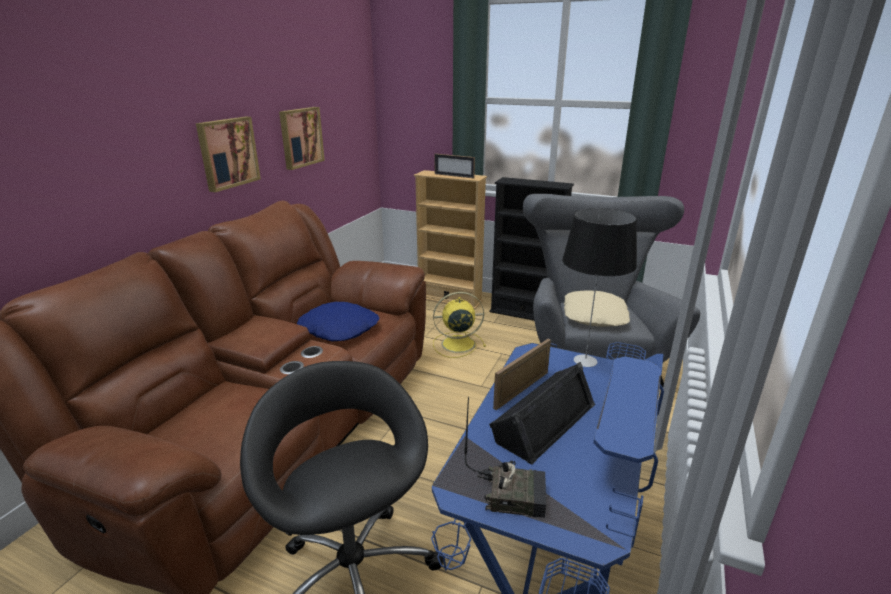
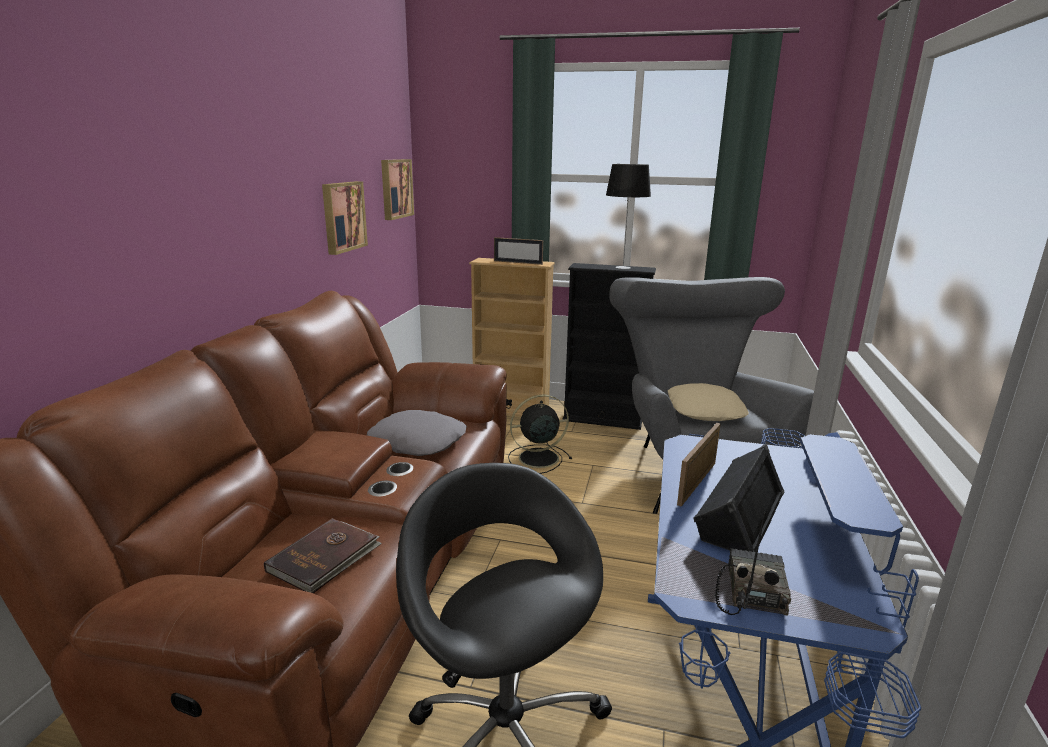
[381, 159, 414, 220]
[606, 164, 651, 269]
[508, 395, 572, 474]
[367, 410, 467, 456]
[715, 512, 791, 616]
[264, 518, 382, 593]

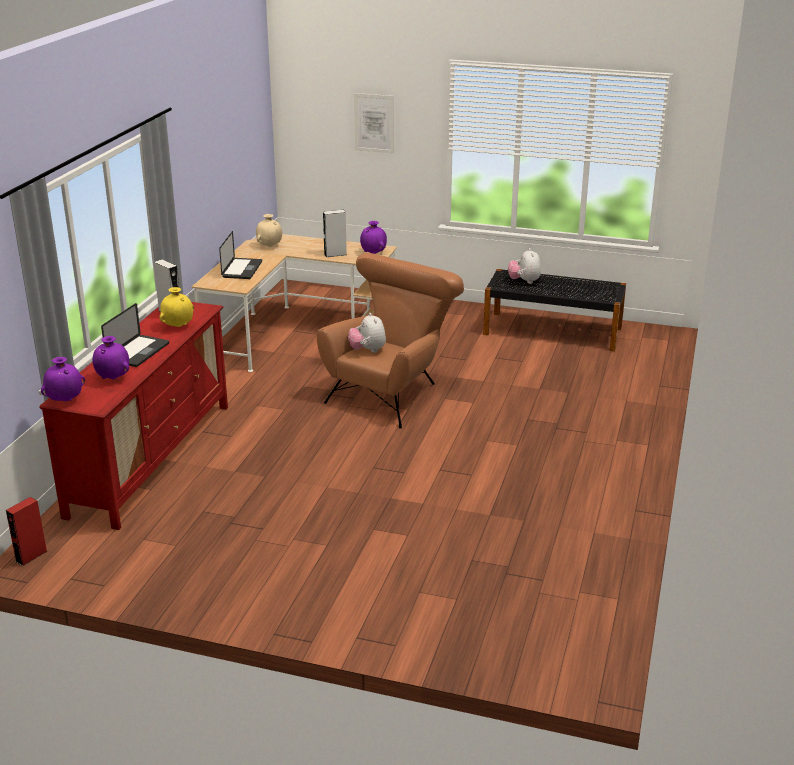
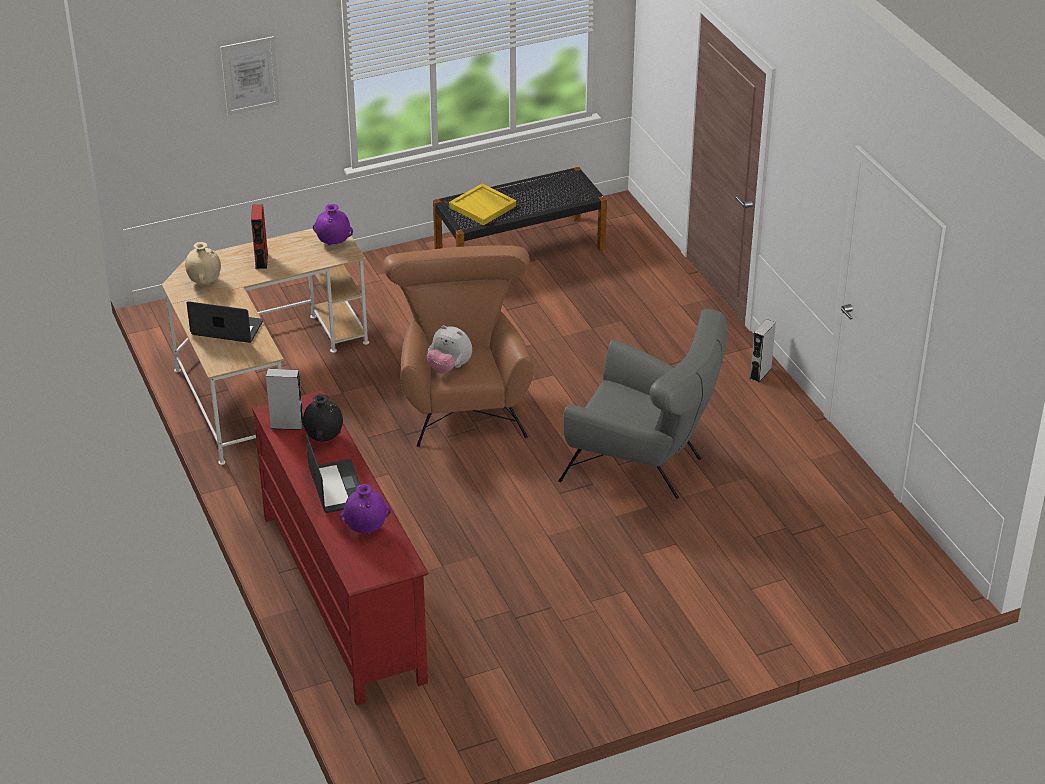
[749, 319, 776, 382]
[187, 301, 263, 343]
[449, 184, 516, 225]
[303, 394, 343, 441]
[41, 357, 85, 401] (first image)
[251, 205, 268, 269]
[558, 309, 727, 498]

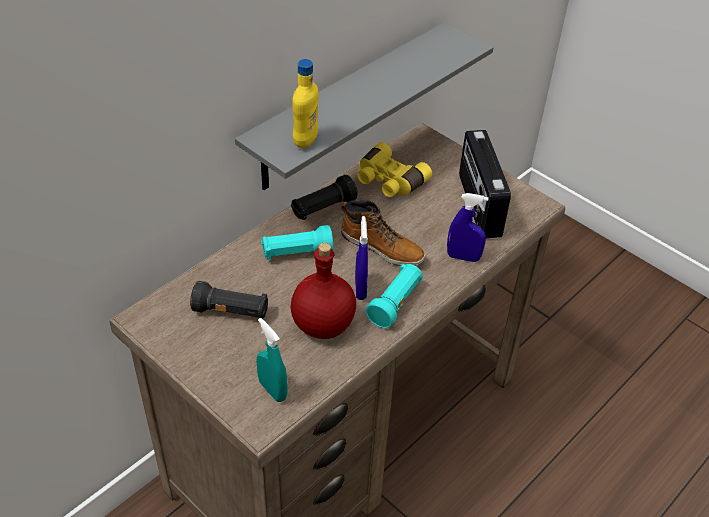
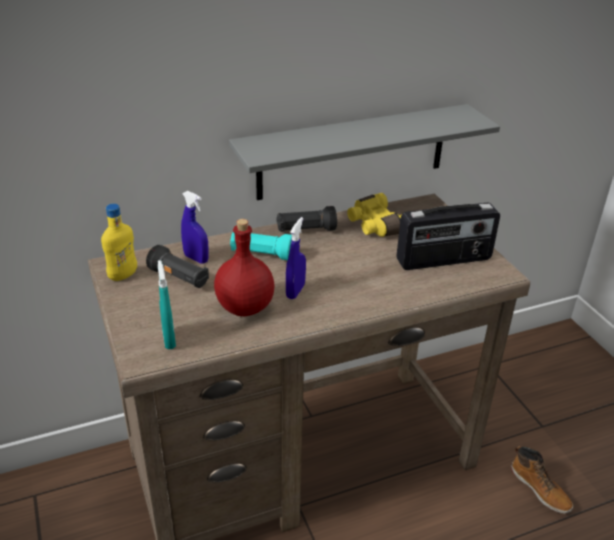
[101, 204, 137, 281]
[396, 203, 500, 270]
[181, 191, 209, 264]
[511, 446, 573, 514]
[366, 264, 423, 328] (first image)

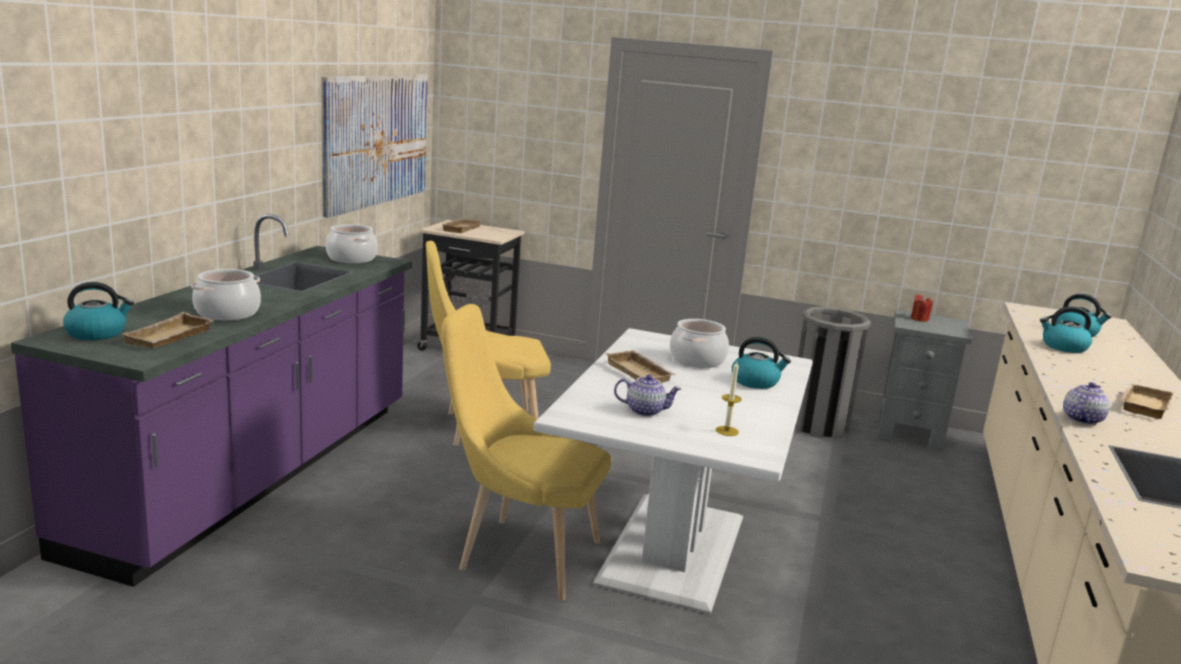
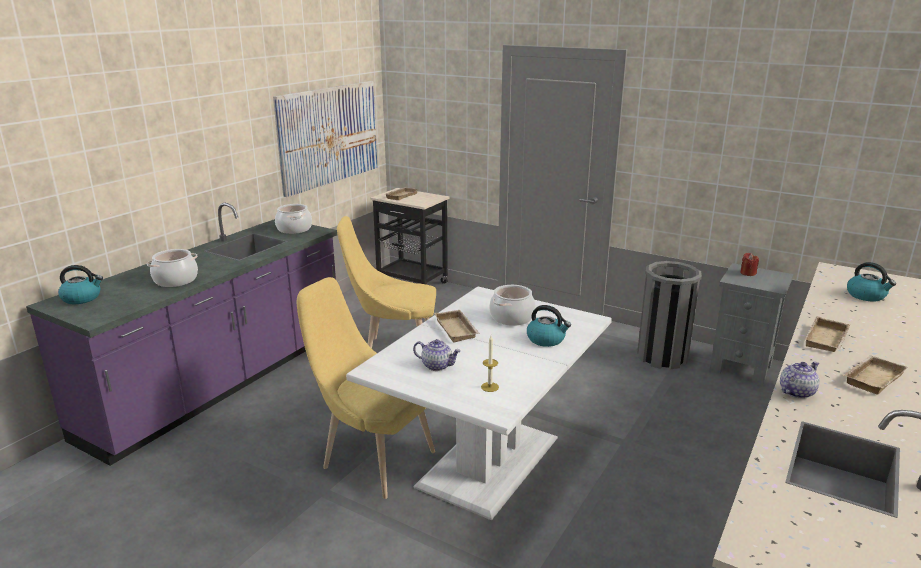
[1040, 306, 1092, 353] (first image)
[804, 316, 850, 352]

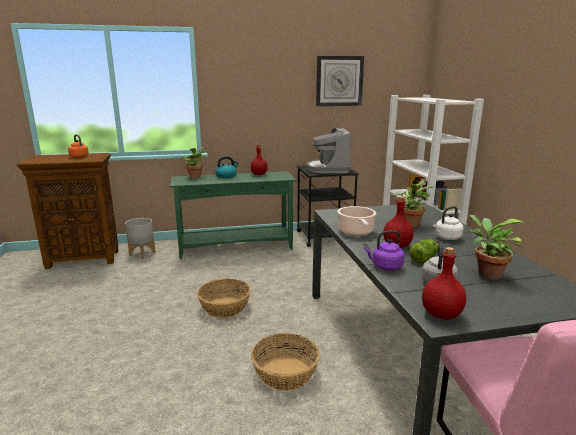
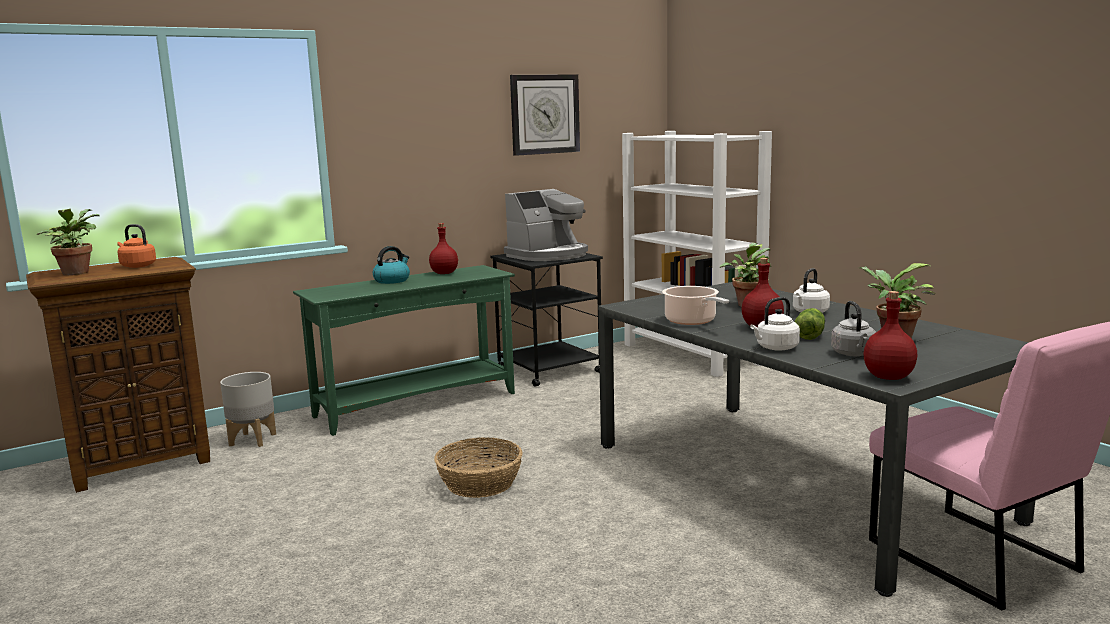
[504, 189, 588, 261]
[36, 209, 99, 275]
[750, 297, 800, 351]
[251, 333, 320, 391] (first image)

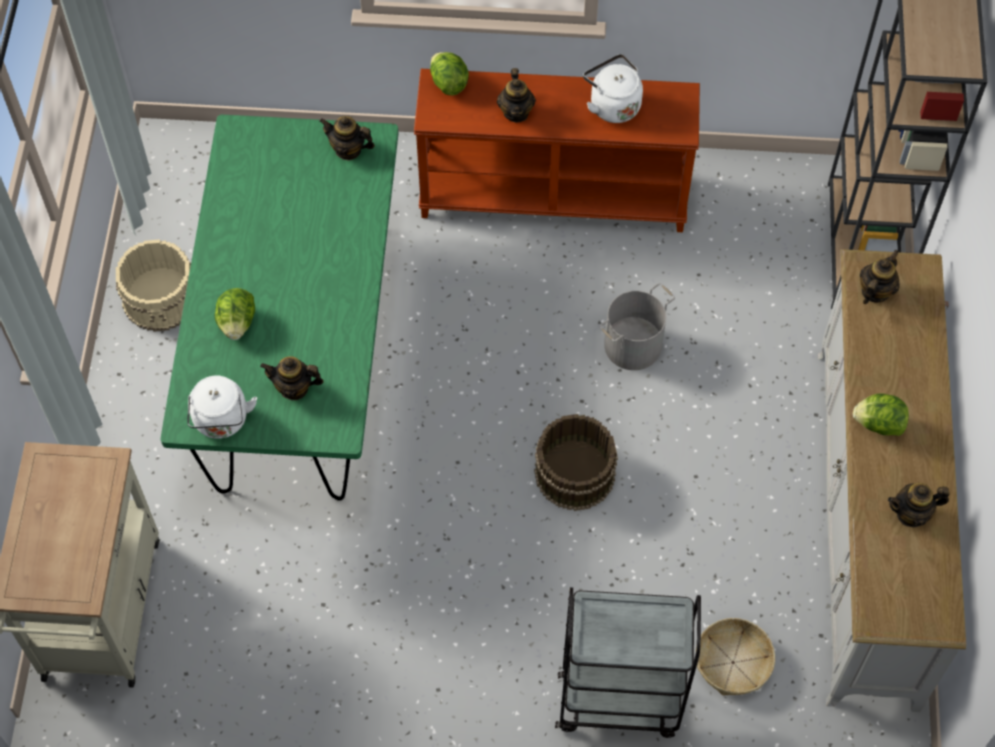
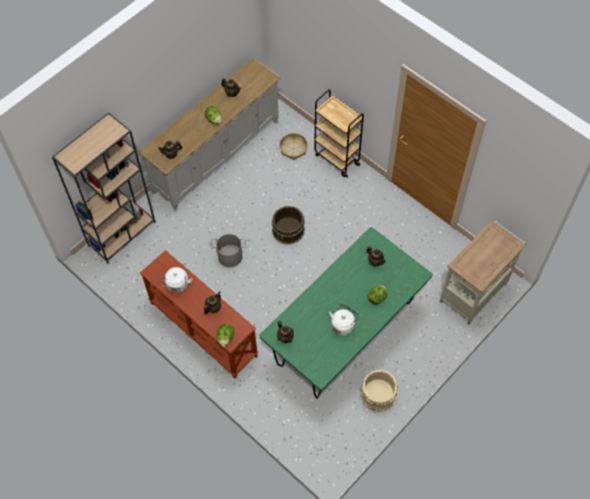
[329, 304, 359, 336]
[314, 90, 364, 177]

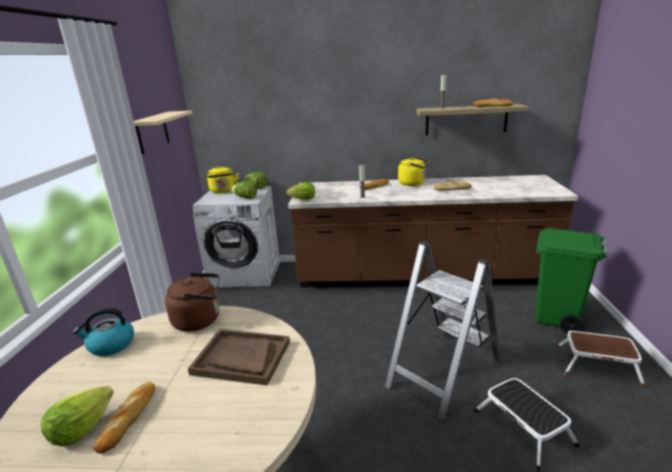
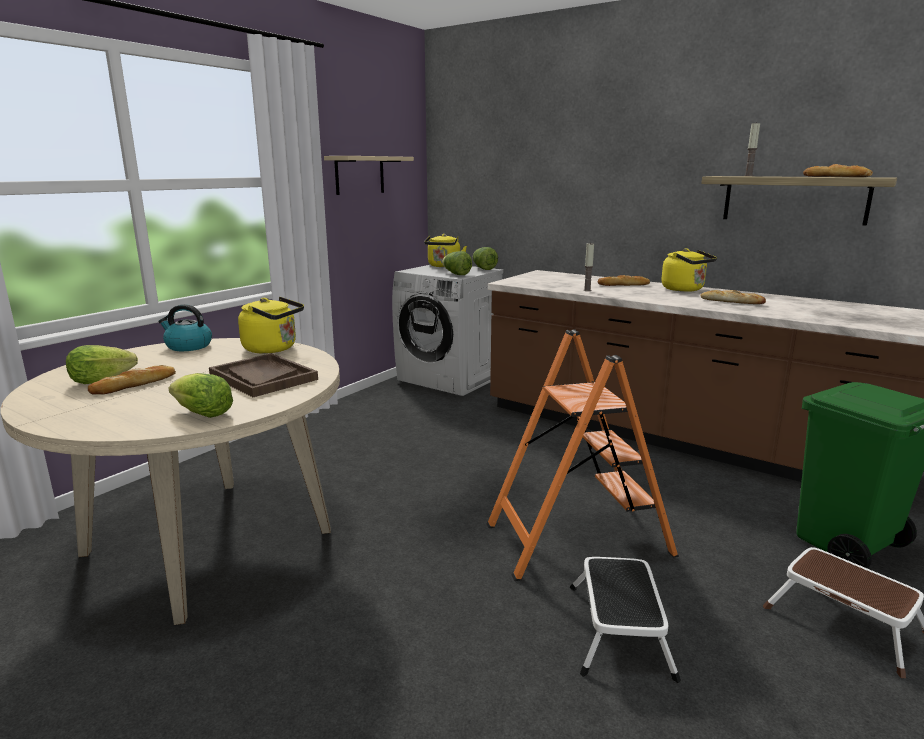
[168, 373, 233, 418]
[486, 329, 679, 581]
[238, 297, 304, 354]

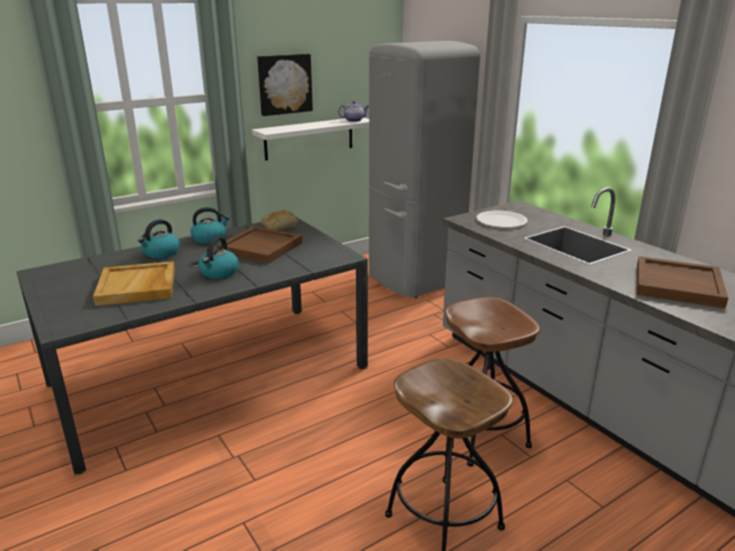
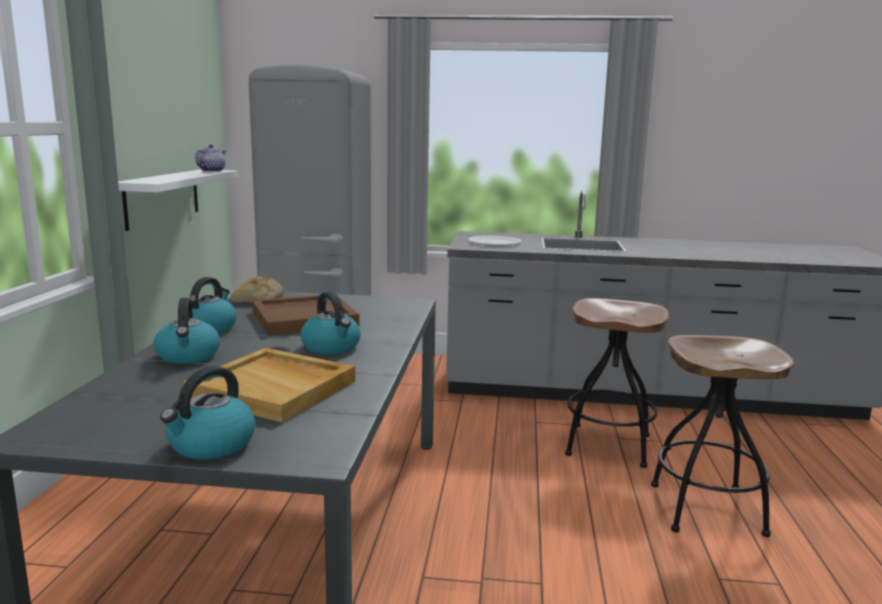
[257, 54, 313, 116] (first image)
[637, 256, 728, 308] (first image)
[160, 366, 256, 460]

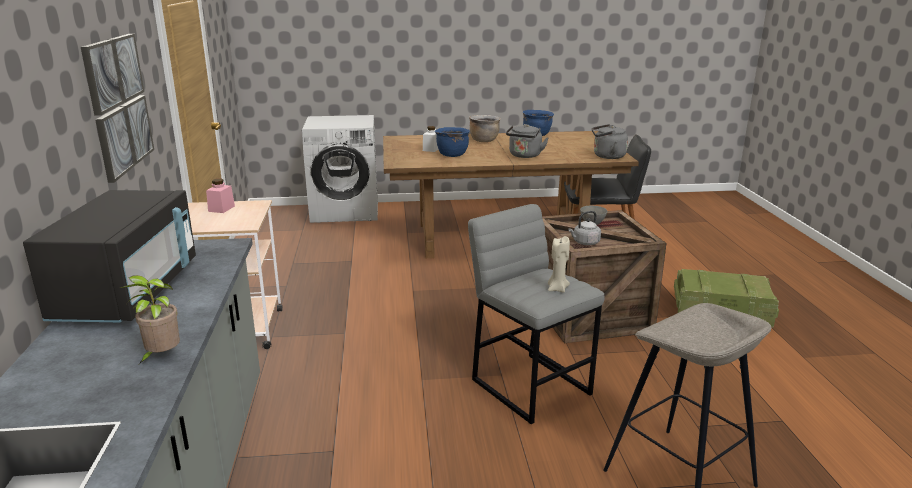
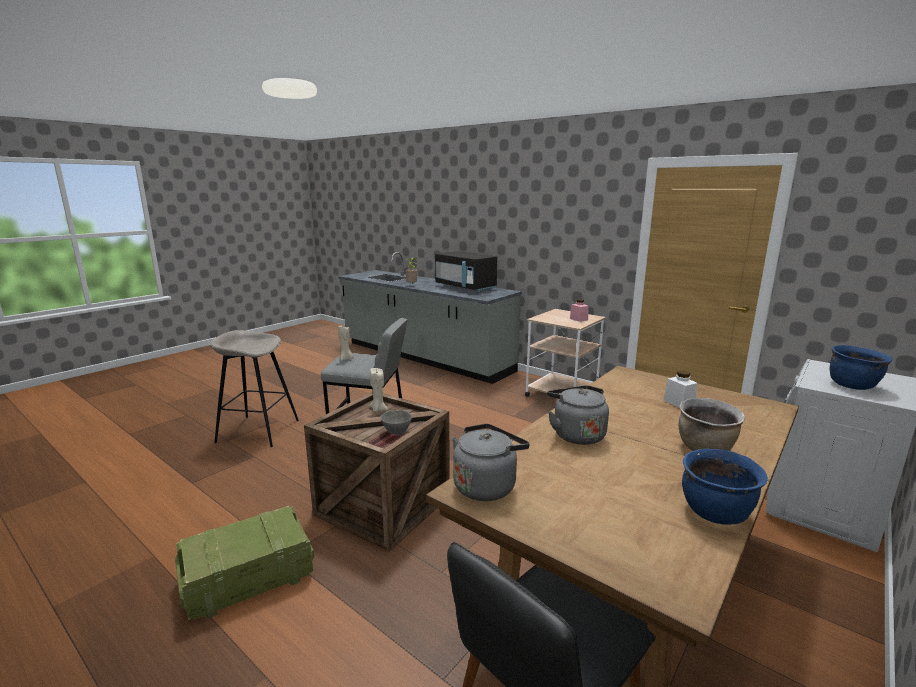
[81, 34, 154, 183] (first image)
[829, 345, 892, 390]
[370, 368, 388, 412]

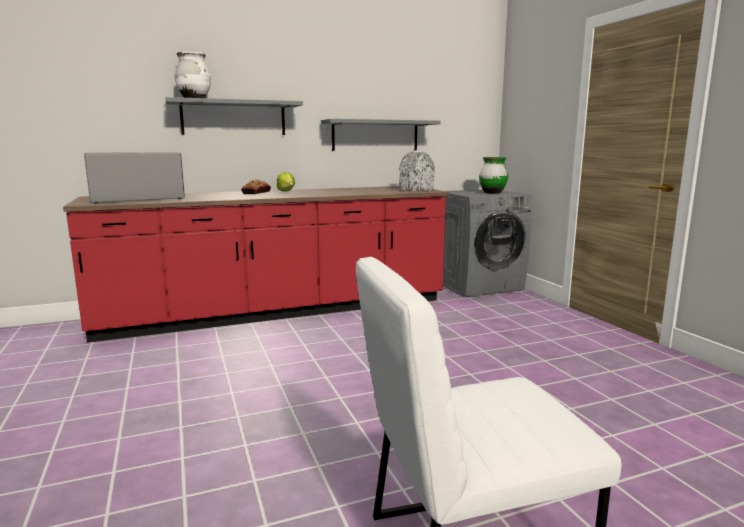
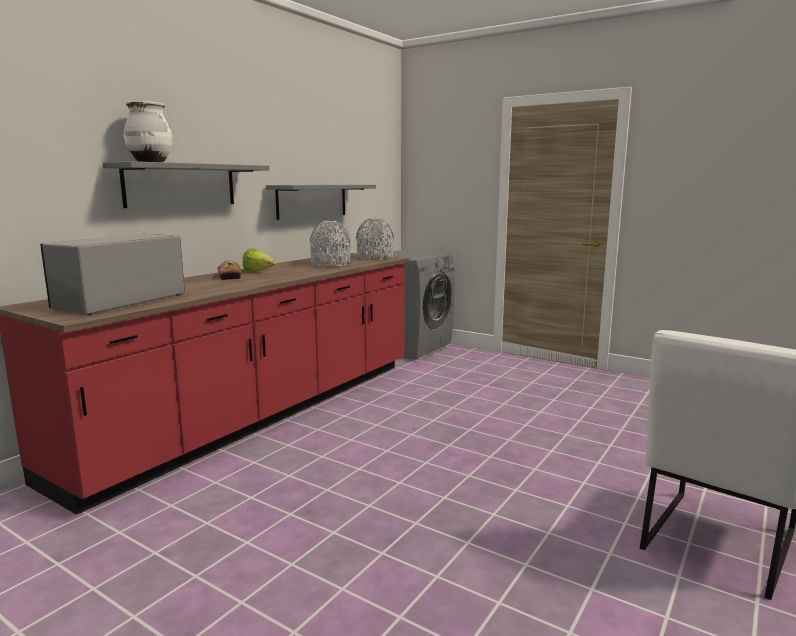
[479, 157, 508, 194] (first image)
[310, 221, 351, 267]

